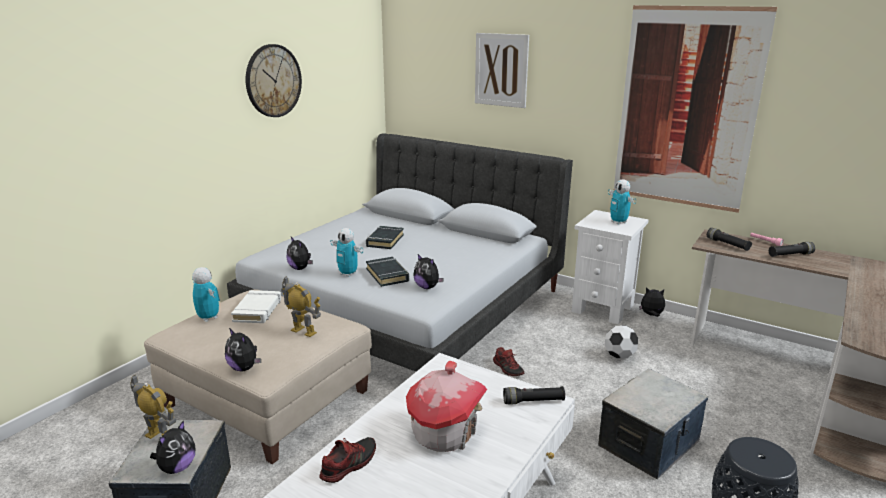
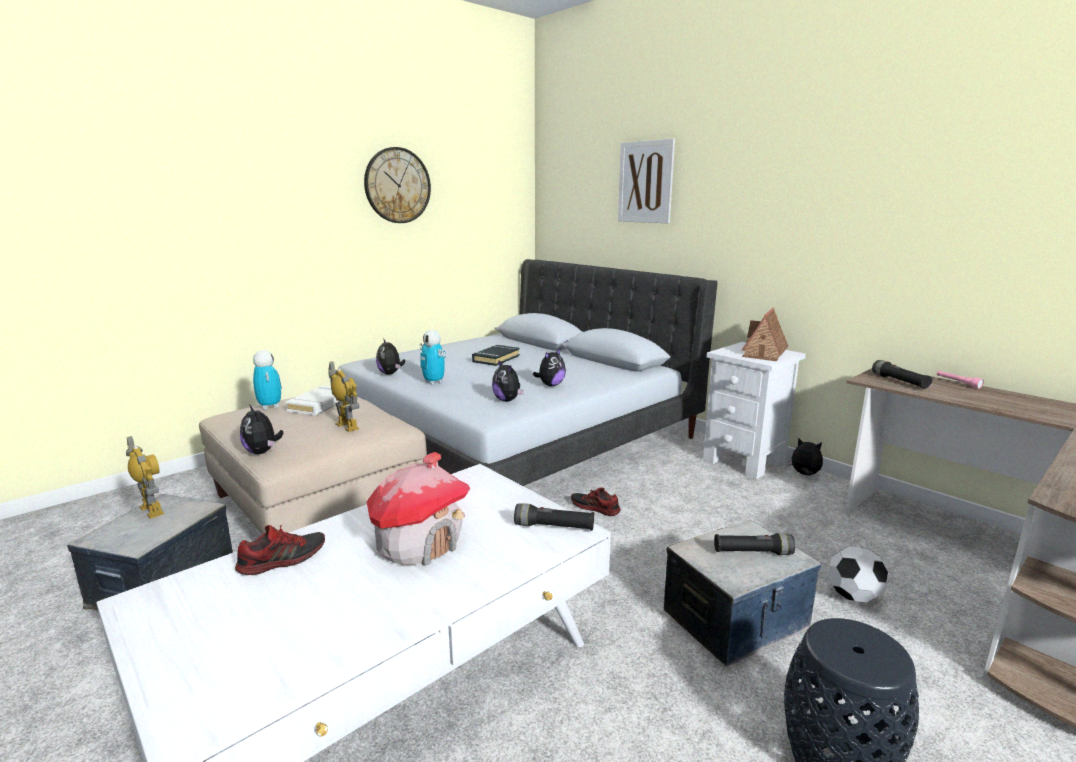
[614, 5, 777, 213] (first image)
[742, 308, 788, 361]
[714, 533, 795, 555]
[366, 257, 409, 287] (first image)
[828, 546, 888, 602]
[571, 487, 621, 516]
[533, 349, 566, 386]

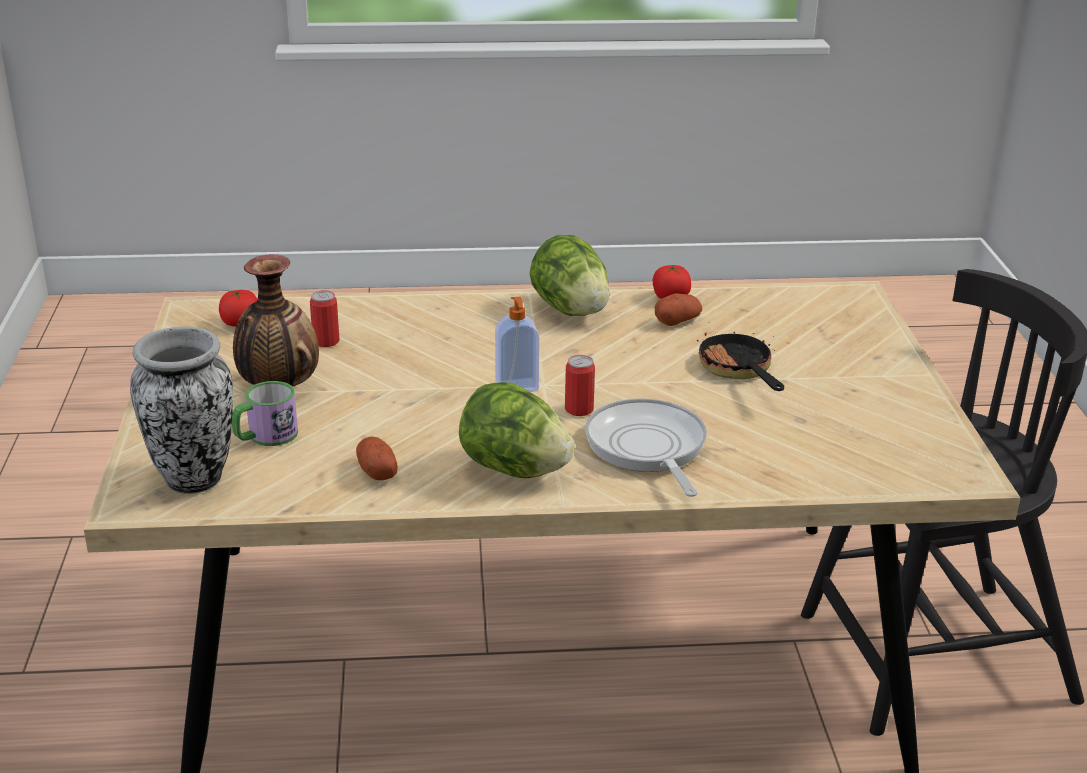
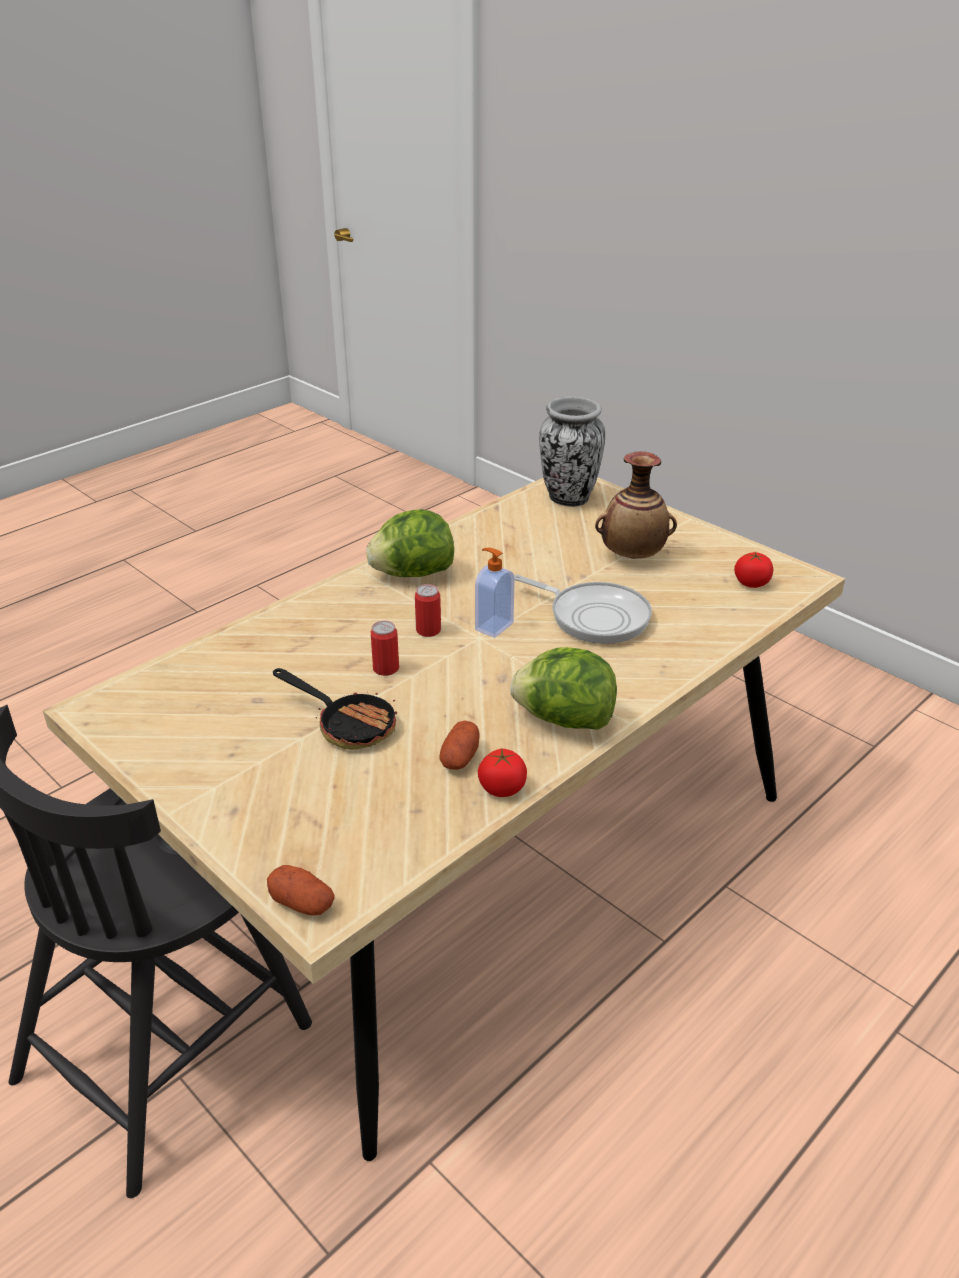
[371, 621, 399, 676]
[232, 381, 298, 446] (first image)
[514, 575, 652, 644]
[267, 865, 335, 916]

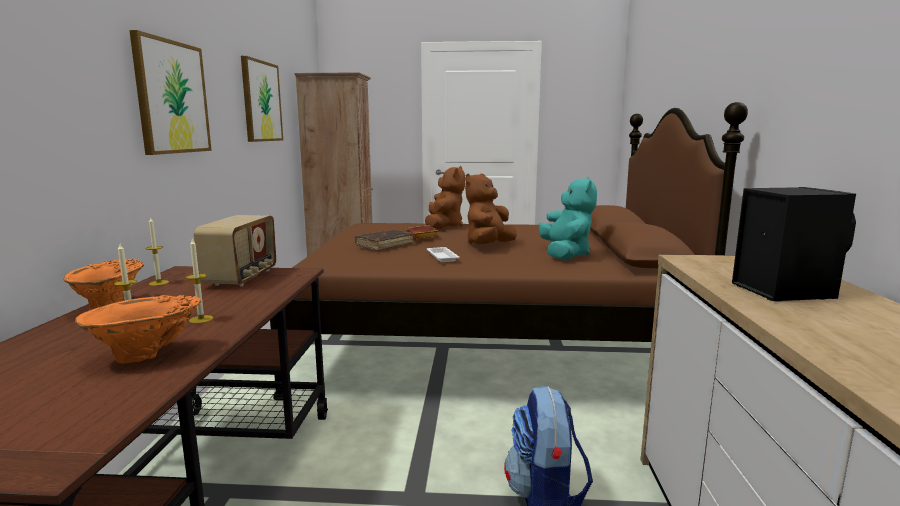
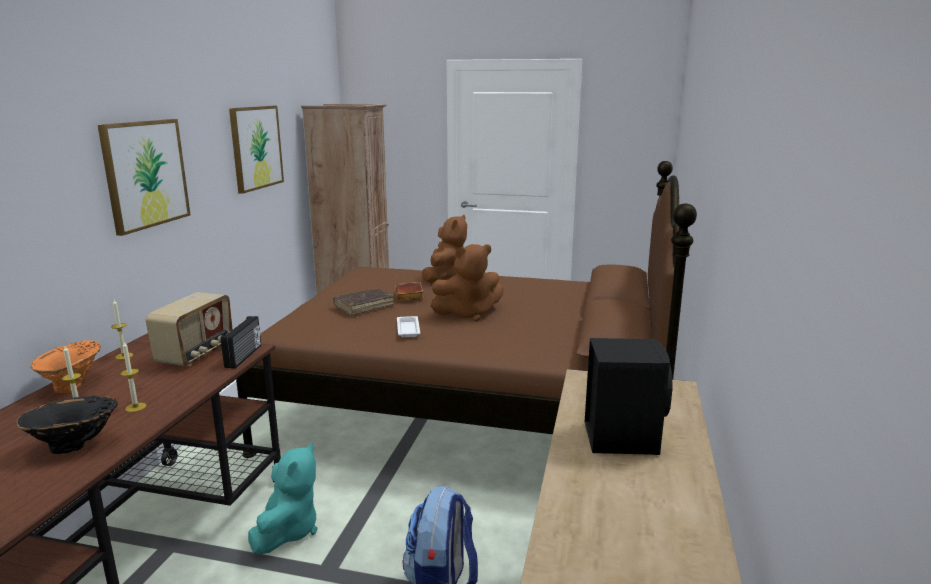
[431, 244, 504, 321]
[248, 443, 317, 555]
[16, 395, 118, 454]
[221, 316, 261, 369]

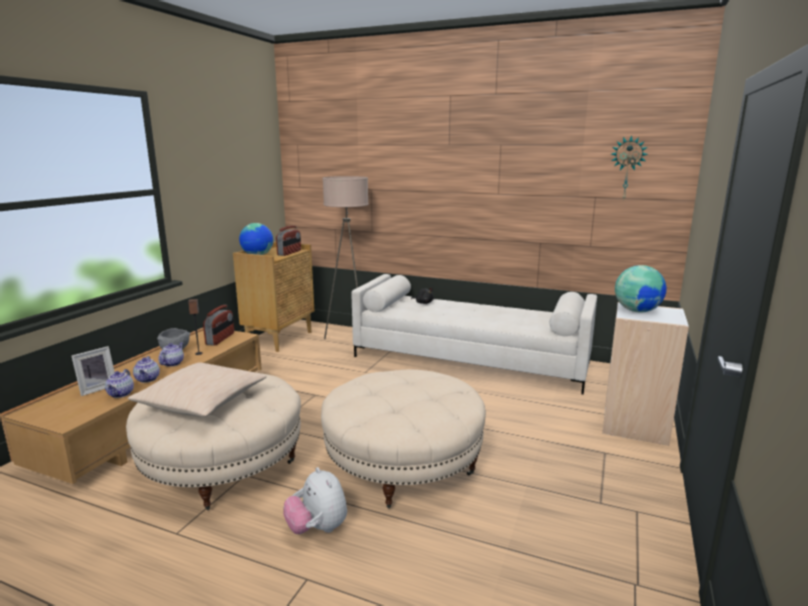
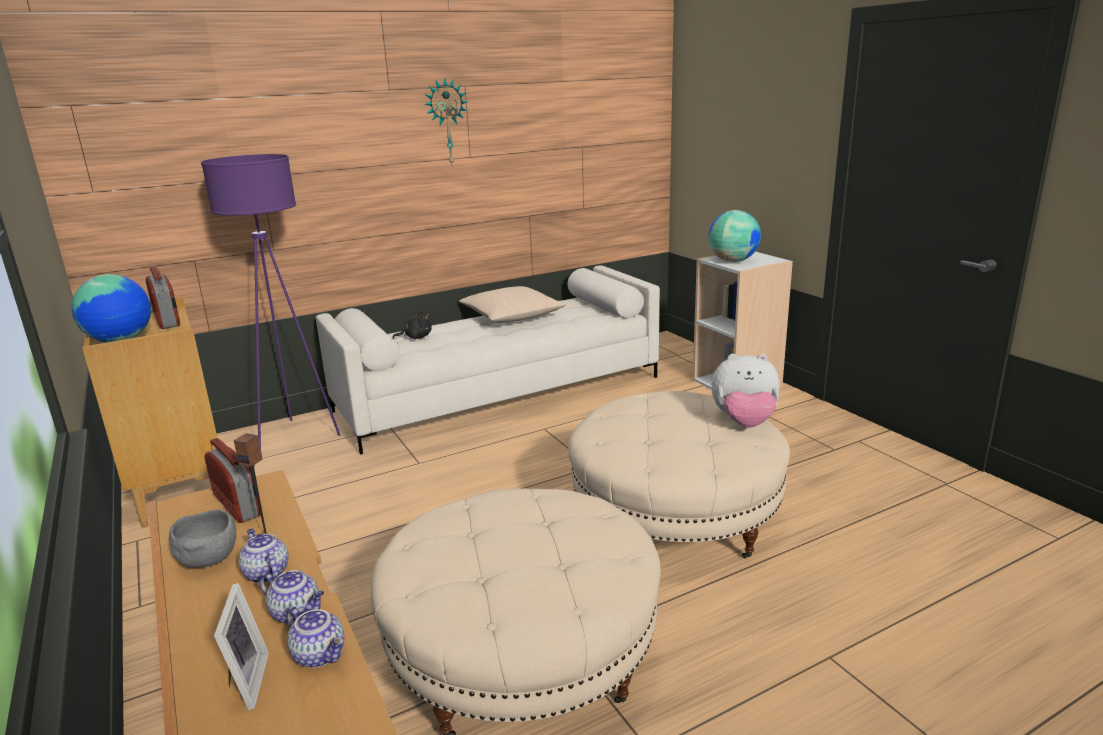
[425, 78, 468, 165]
[201, 154, 340, 448]
[459, 286, 566, 323]
[711, 354, 780, 427]

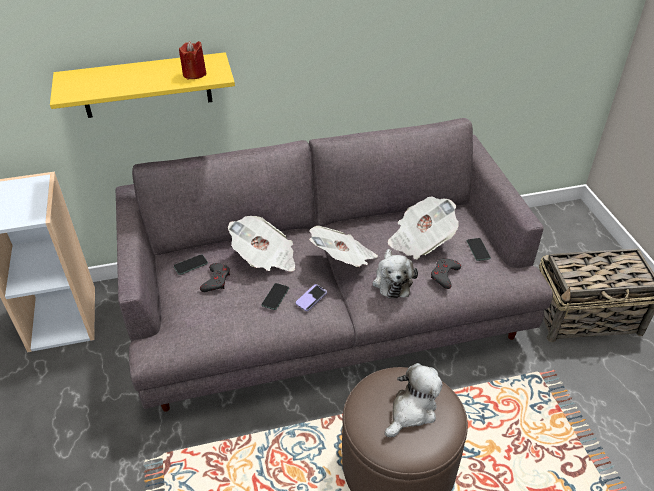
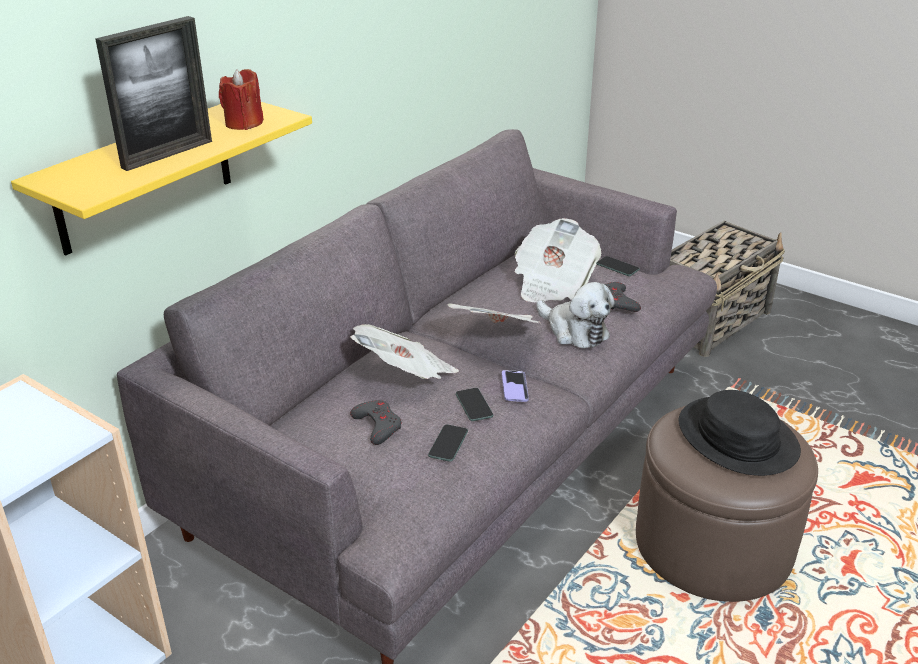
[428, 424, 468, 462]
[679, 390, 801, 476]
[95, 16, 212, 171]

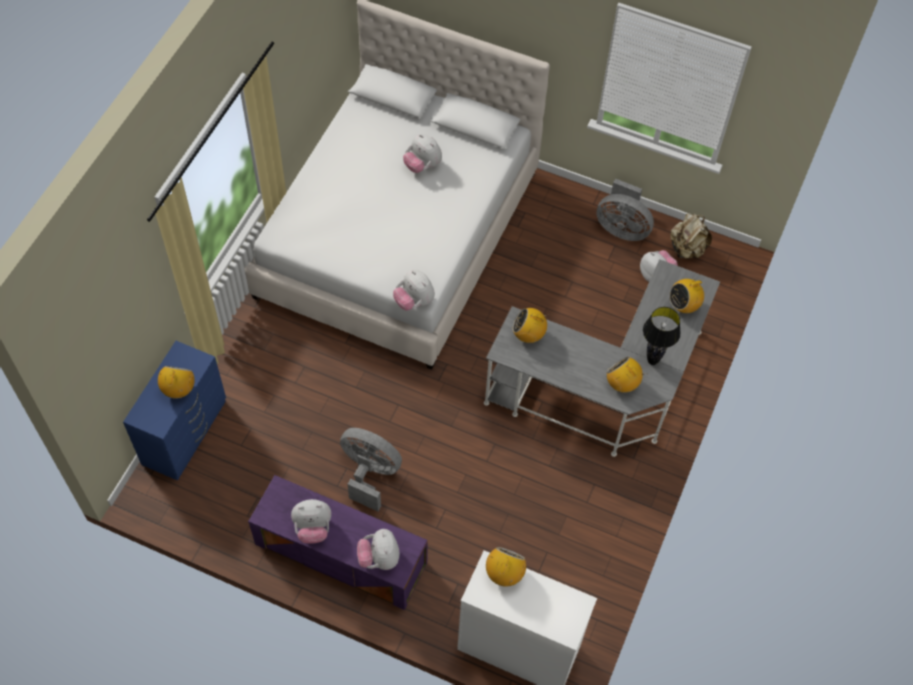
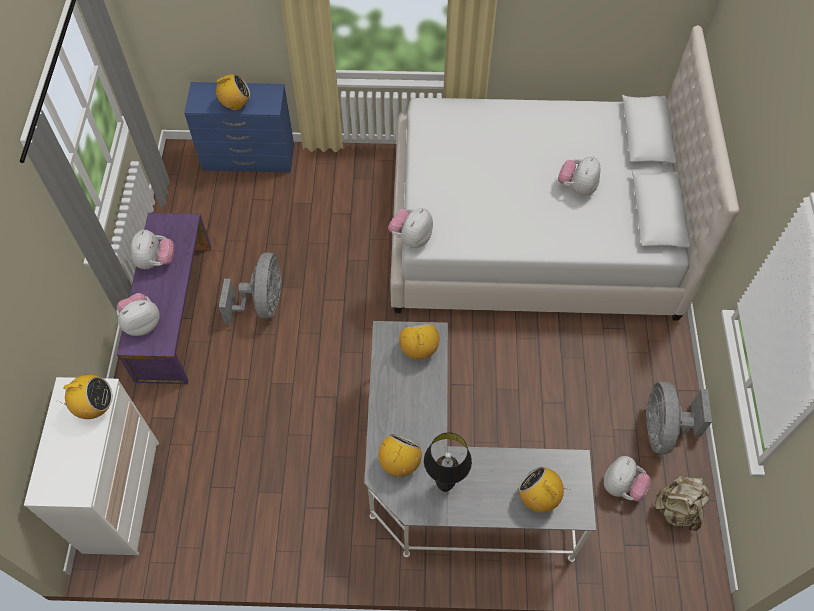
[131, 230, 174, 269]

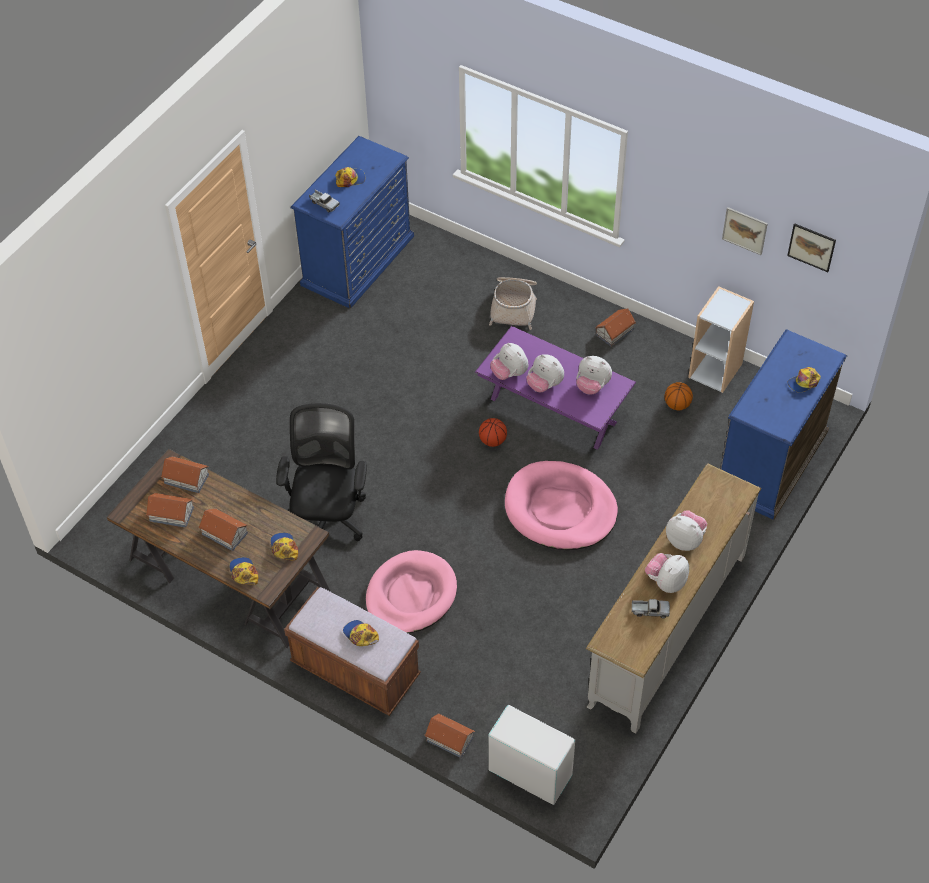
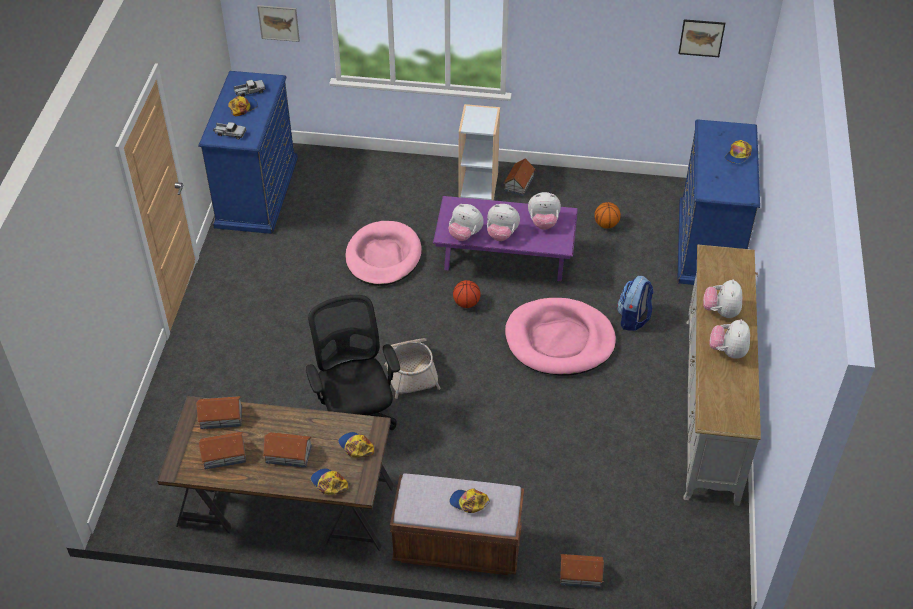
[257, 5, 300, 42]
[384, 338, 441, 399]
[459, 104, 500, 200]
[703, 279, 742, 318]
[346, 221, 422, 286]
[234, 80, 266, 97]
[488, 705, 575, 805] (first image)
[617, 276, 654, 331]

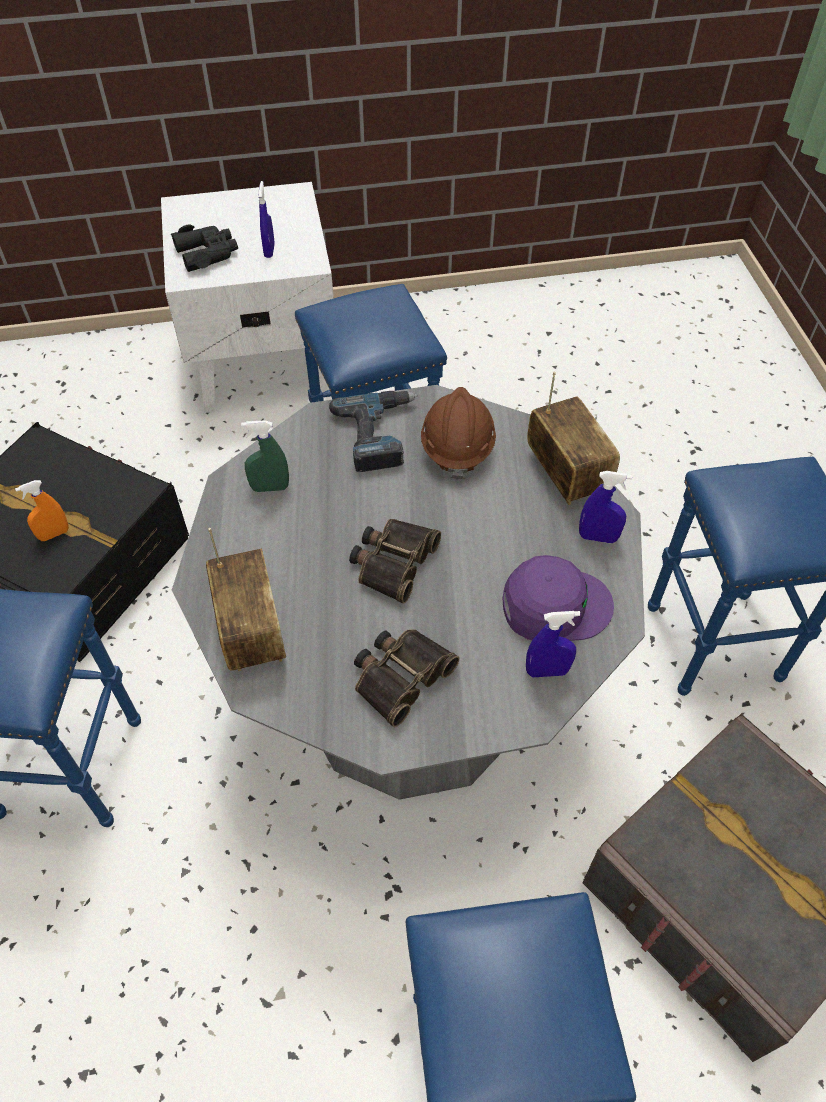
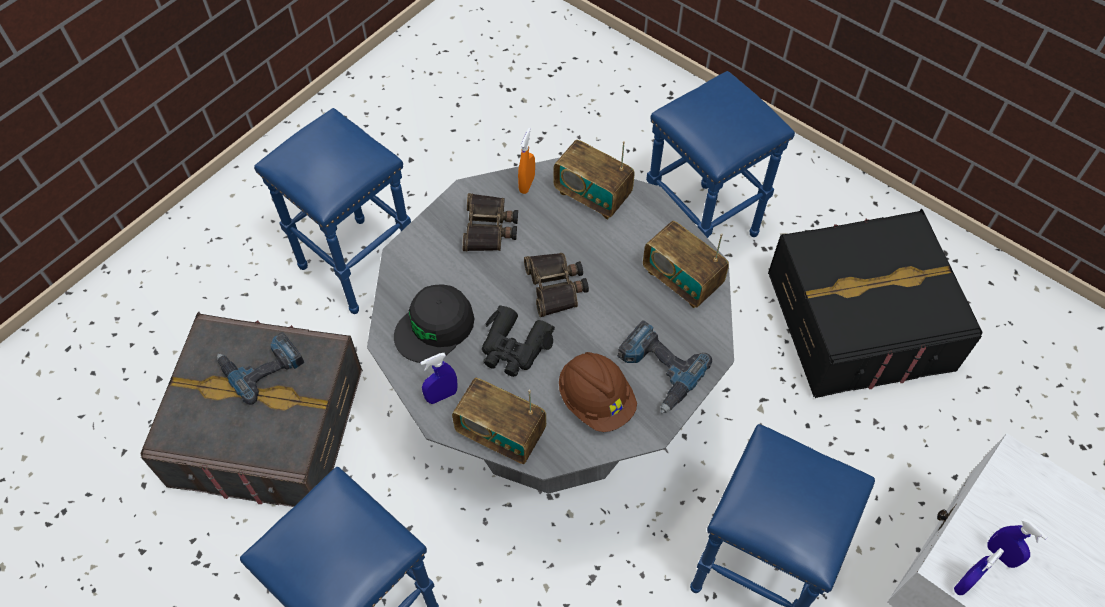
[482, 305, 555, 377]
[643, 221, 729, 308]
[518, 128, 535, 194]
[394, 284, 474, 363]
[954, 548, 1004, 595]
[217, 332, 304, 405]

